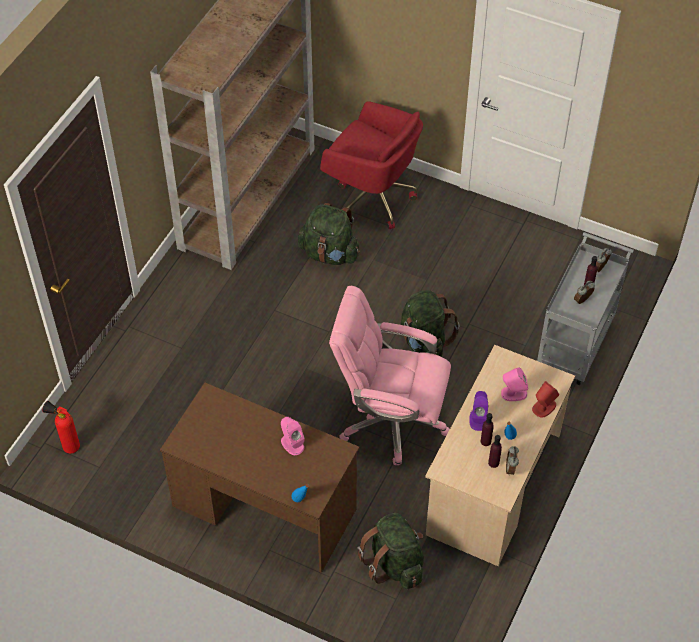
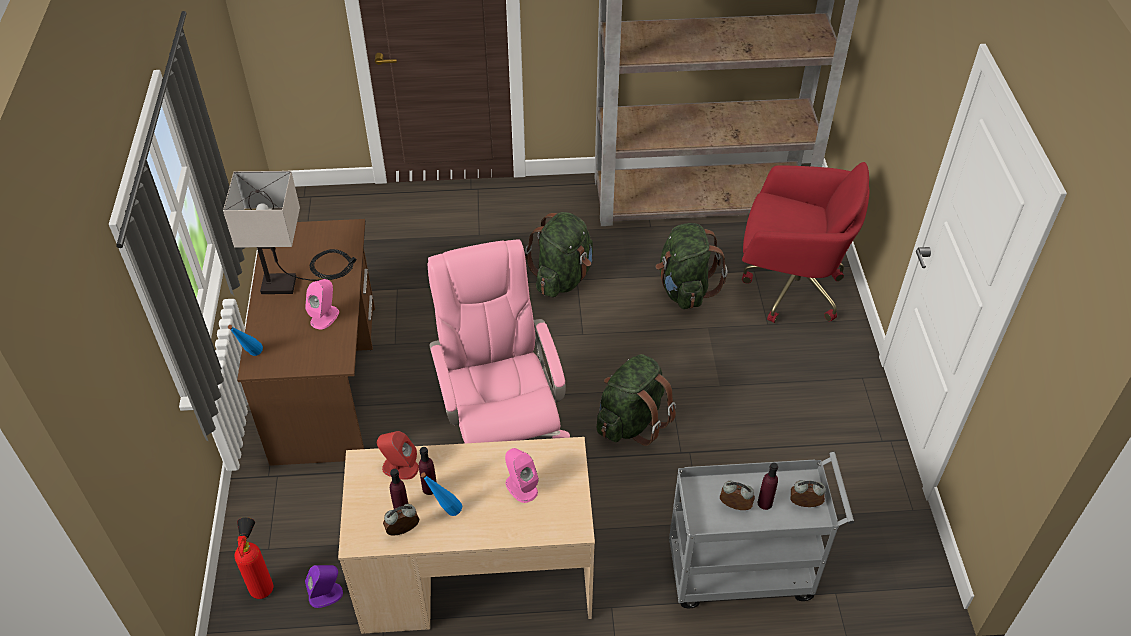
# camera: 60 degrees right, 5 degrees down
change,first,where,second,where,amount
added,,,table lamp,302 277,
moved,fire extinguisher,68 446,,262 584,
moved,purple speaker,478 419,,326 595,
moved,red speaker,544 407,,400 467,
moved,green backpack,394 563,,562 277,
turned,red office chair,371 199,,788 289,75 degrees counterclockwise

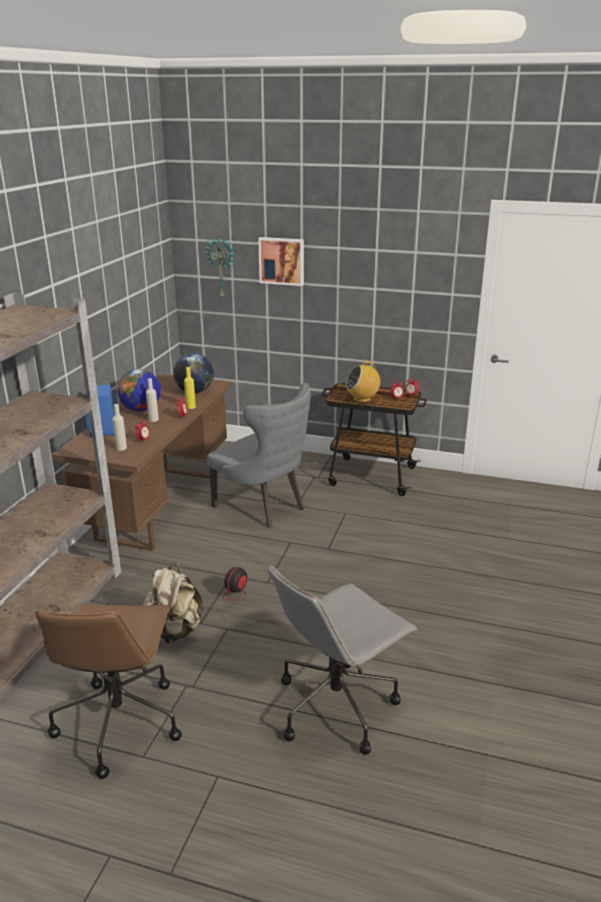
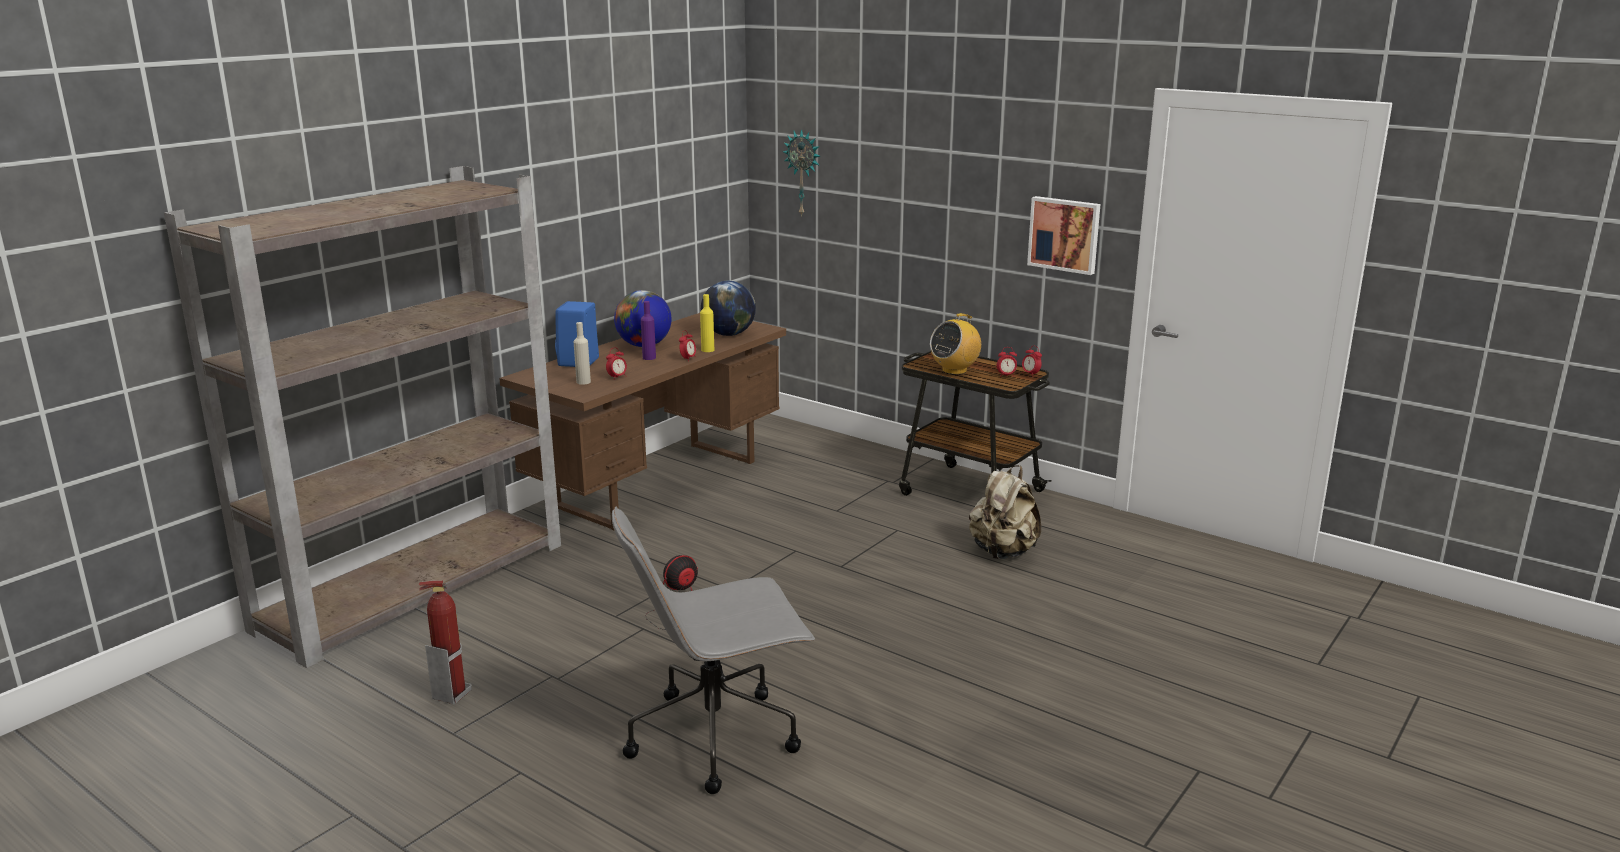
# camera: 20 degrees right, 5 degrees down
change,first,where,second,where,amount
replaced,brown office chair,119 721,fire extinguisher,451 694,
recoloured,beige bottle,153 419,purple bottle,649 358,
turned,radio,362 399,,954 370,45 degrees counterclockwise
moved,beige backpack,174 631,,1003 552,
moved,picture,282 261,,1064 234,
removed,grey chair,263 507,,,

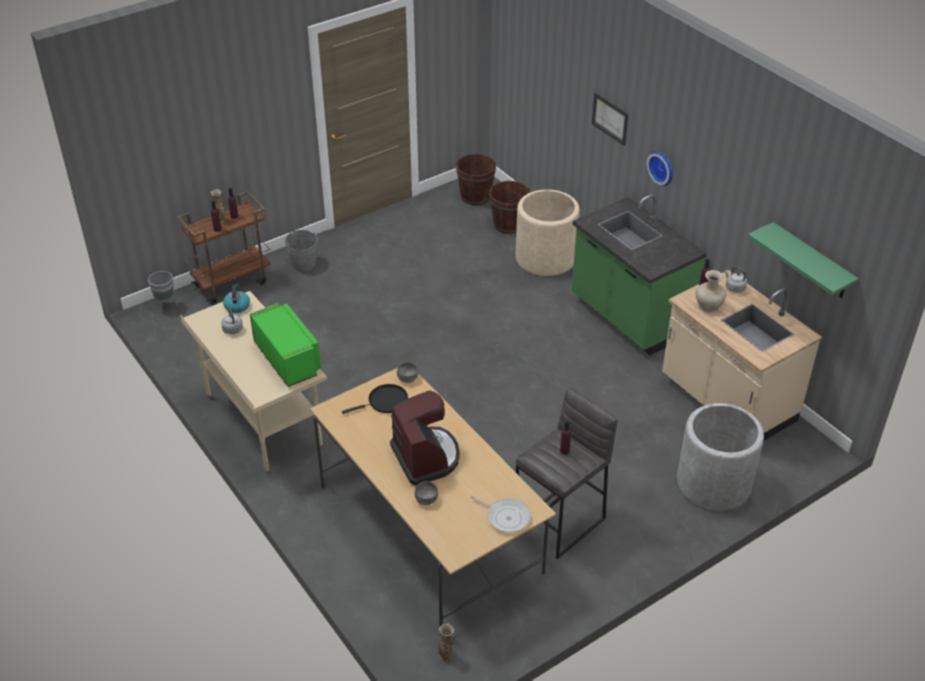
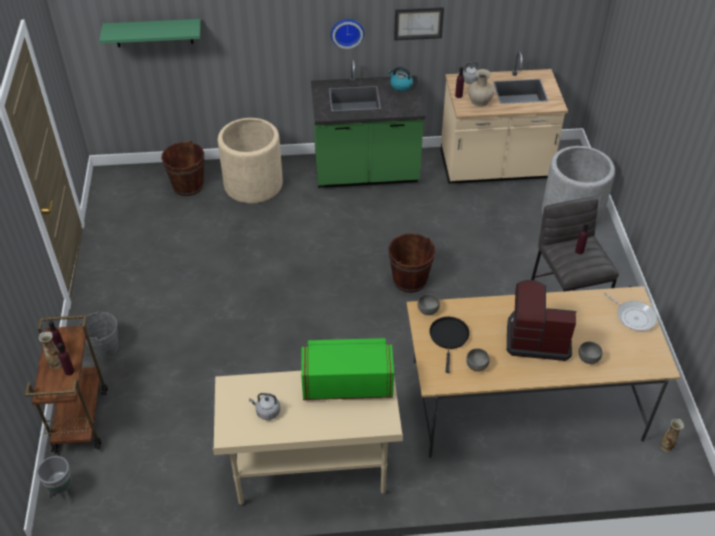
# camera: 60 degrees left, 5 degrees up
change,first,where,second,where,amount
moved,green shelf,811 262,,153 33,
moved,kettle,237 306,,400 86,
moved,brown bucket,475 197,,409 280,
moved,picture,610 118,,418 23,
added,,,grey bowl,477 365,
turned,frying pan,506 517,,633 316,75 degrees clockwise

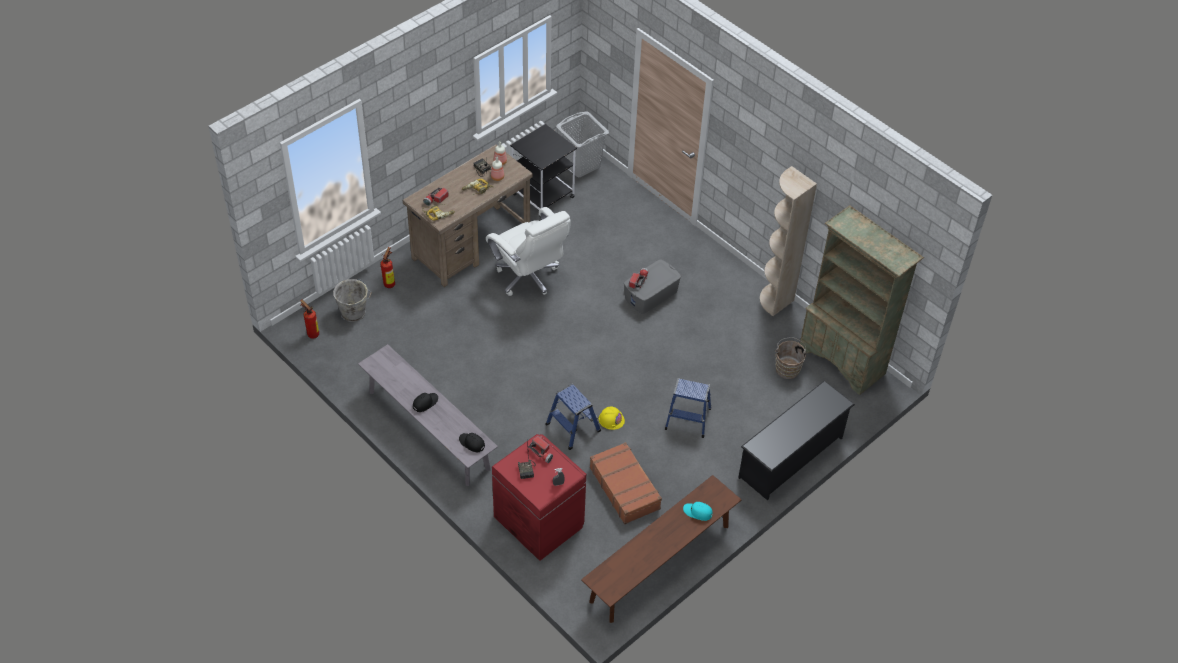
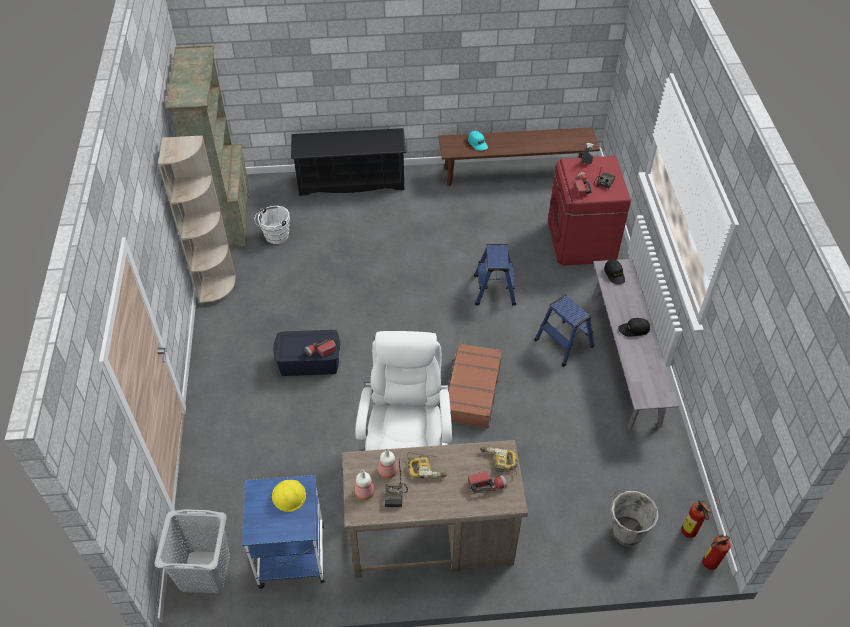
# camera: 140 degrees left, 0 degrees up
change,first,where,second,where,amount
recoloured,black cart,544 195,blue cart,290 555,
recoloured,brown bucket,787 368,white bucket,275 236,
moved,yellow hard hat,611 419,,288 495,
recoloured,grey storage box,651 295,blue storage box,309 361,
moved,brown suitcase,625 488,,472 391,
moved,blue step ladder,687 418,,564 343,
moved,fire extinguisher,390 283,,707 564,

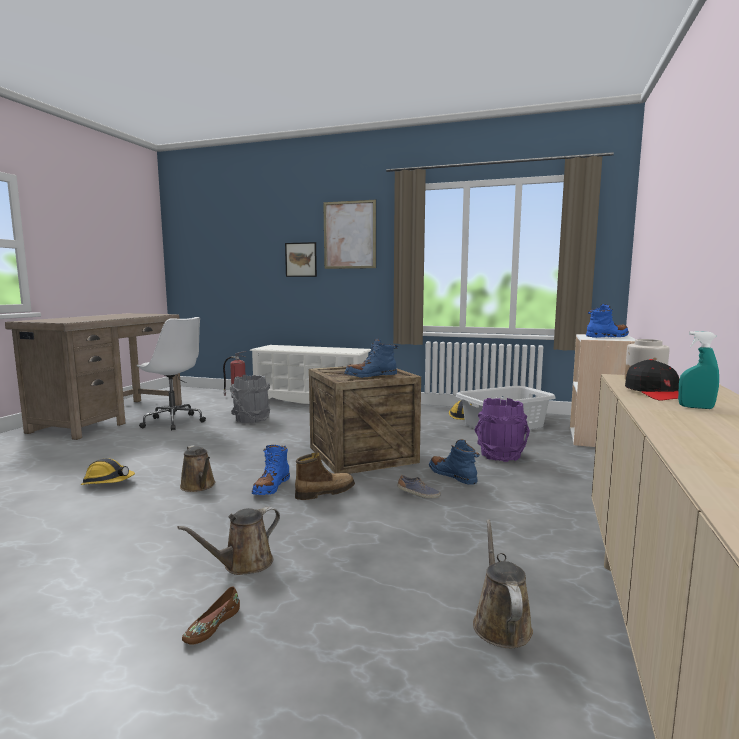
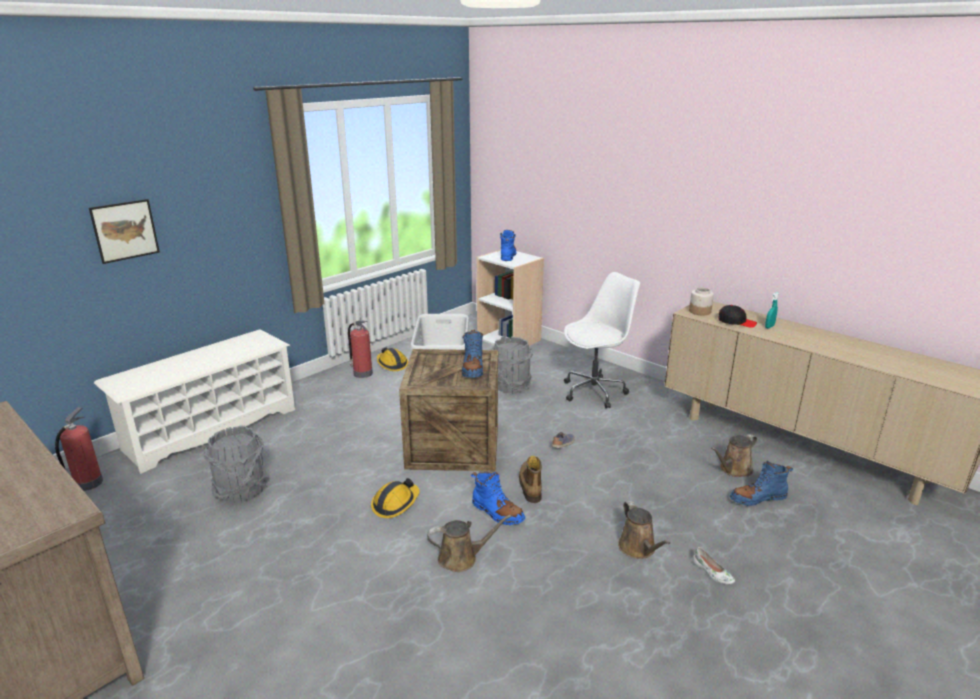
# camera: 65 degrees left, 15 degrees up
change,first,where,second,where,amount
added,,,fire extinguisher,362 373,
moved,hard hat,108 482,,395 504,
recoloured,purple bucket,501 455,grey bucket,511 386,
moved,white office chair,174 422,,595 392,
recoloured,brown shoe,211 625,white shoe,712 572,
turned,brown watering can,500 623,,733 470,60 degrees counterclockwise
moved,blue boot,452 476,,757 498,
removed,picture,349 235,,,

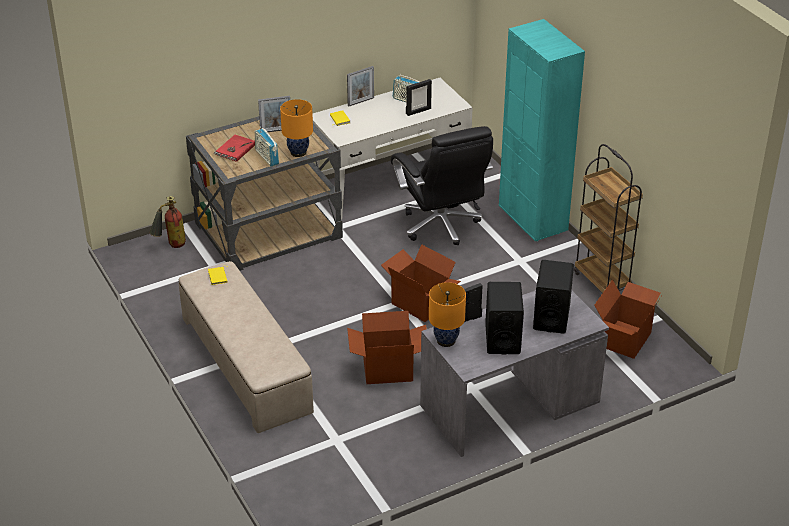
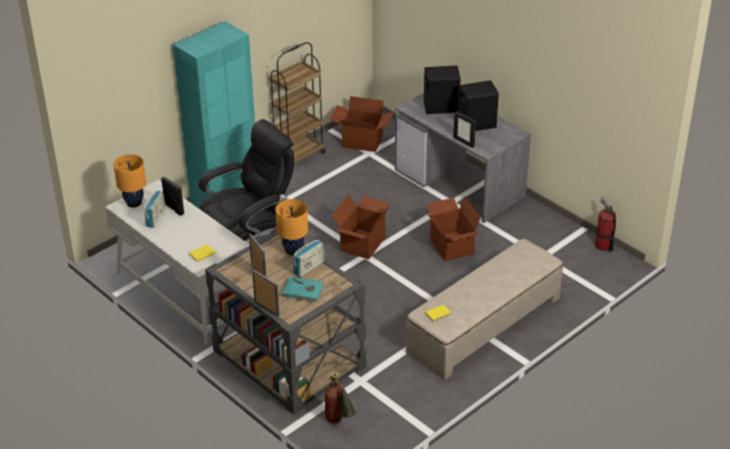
# camera: 105 degrees left, 0 degrees up
change,first,where,second,where,amount
moved,orange table lamp,446 341,,134 202,
moved,picture frame,361 102,,267 308,
recoloured,red book,235 149,turquoise book,303 291,
added,,,fire extinguisher,603 246,

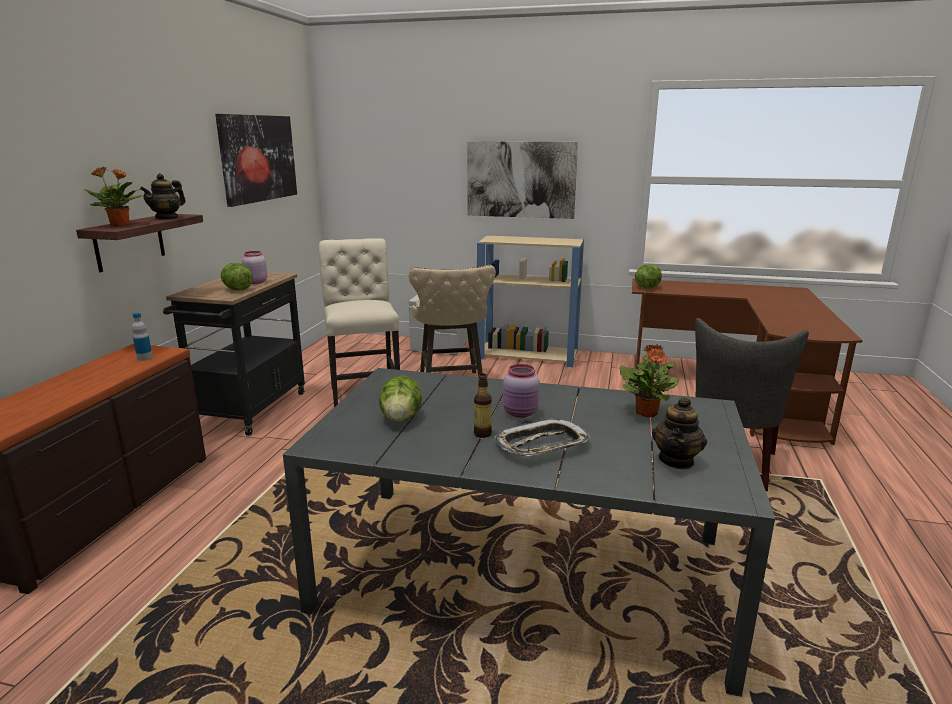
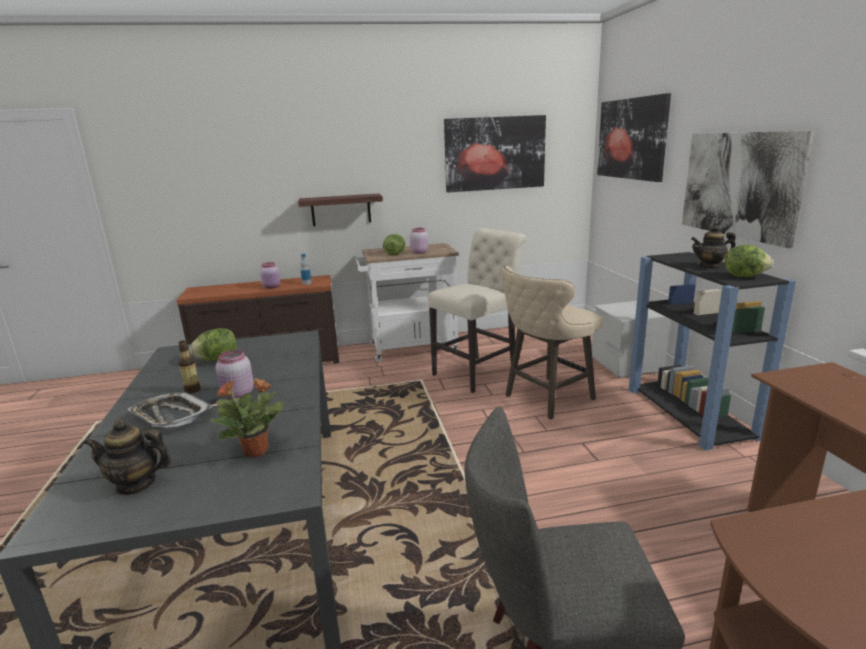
# camera: 65 degrees right, 0 degrees up
change,first,where,second,where,amount
added,,,pink jar,272 287,
recoloured,black cart,249 411,white cart,410 349,
added,,,picture,631 139,
recoloured,beige bookcase,528 355,black bookcase,690 413,
moved,teapot,167 218,,710 266,
moved,lettuce,647 287,,744 276,
removed,potted plant,120 225,,,

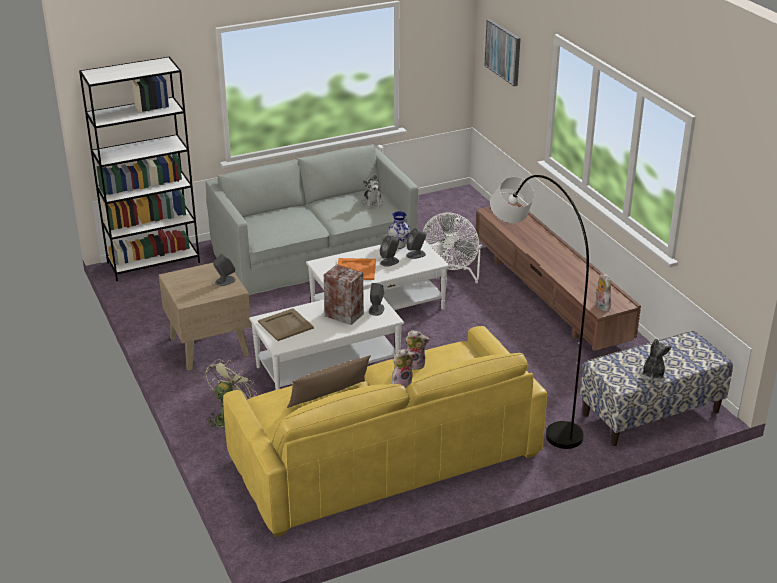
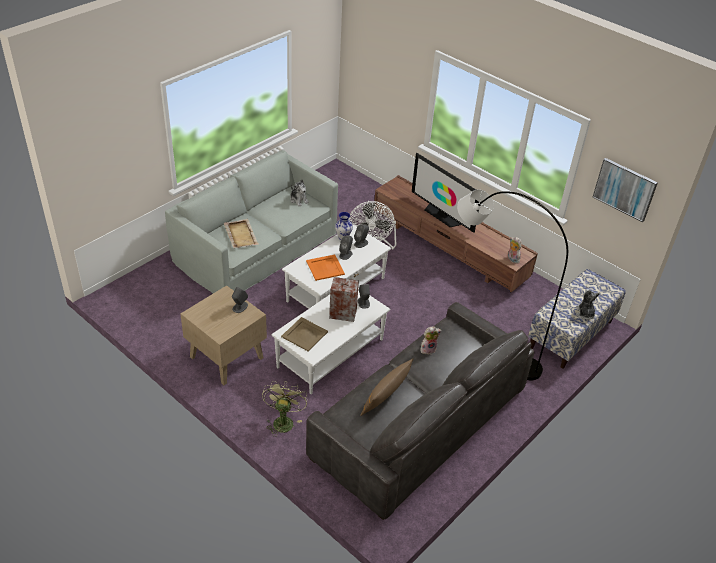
# camera: 25 degrees left, 10 degrees up
change,first,where,second,where,amount
added,,,beige tray,240 234,
recoloured,yellow sofa,385 458,grey sofa,419 424,
added,,,television,442 215,
moved,picture,503 52,,624 189,
removed,white bookcase,154 262,,,
removed,plush toy,402 383,,,

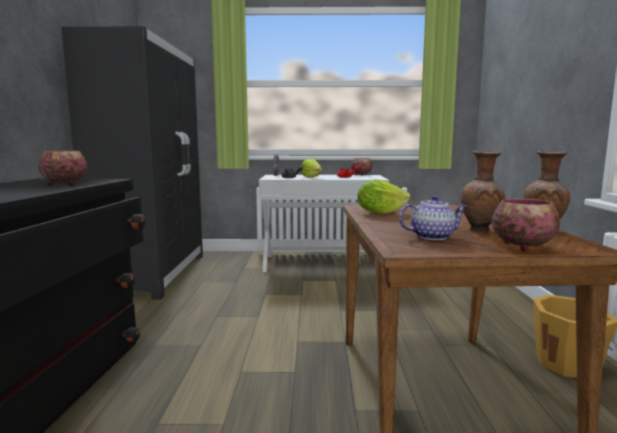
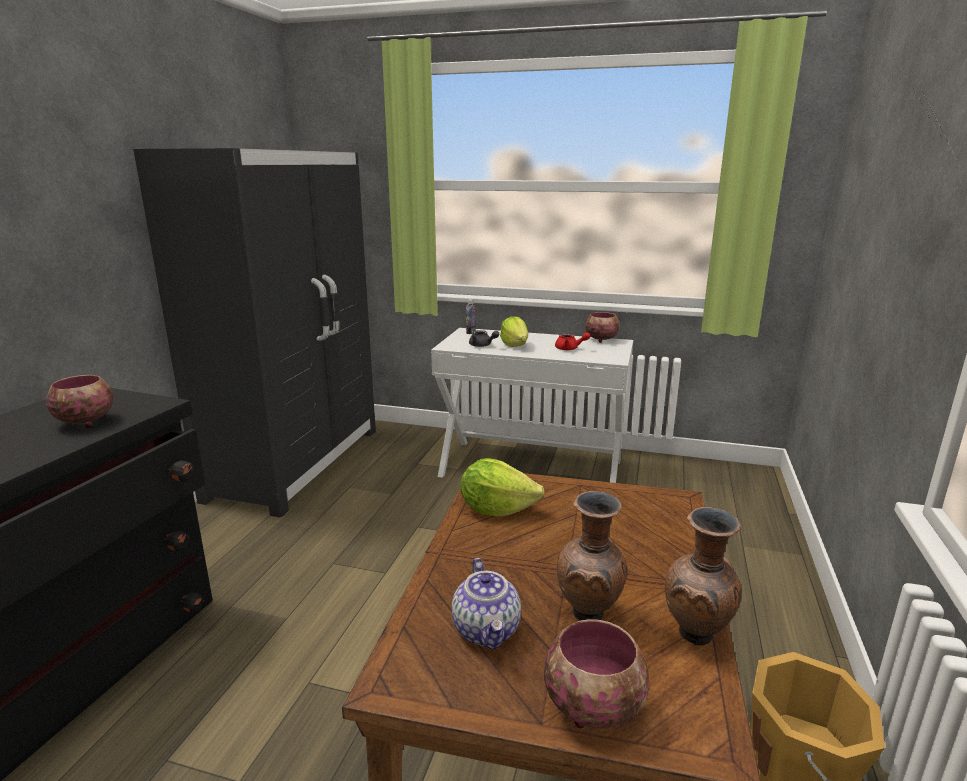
# camera: 15 degrees right, 10 degrees up
change,first,where,second,where,amount
turned,teapot,432 236,,487 630,75 degrees clockwise

